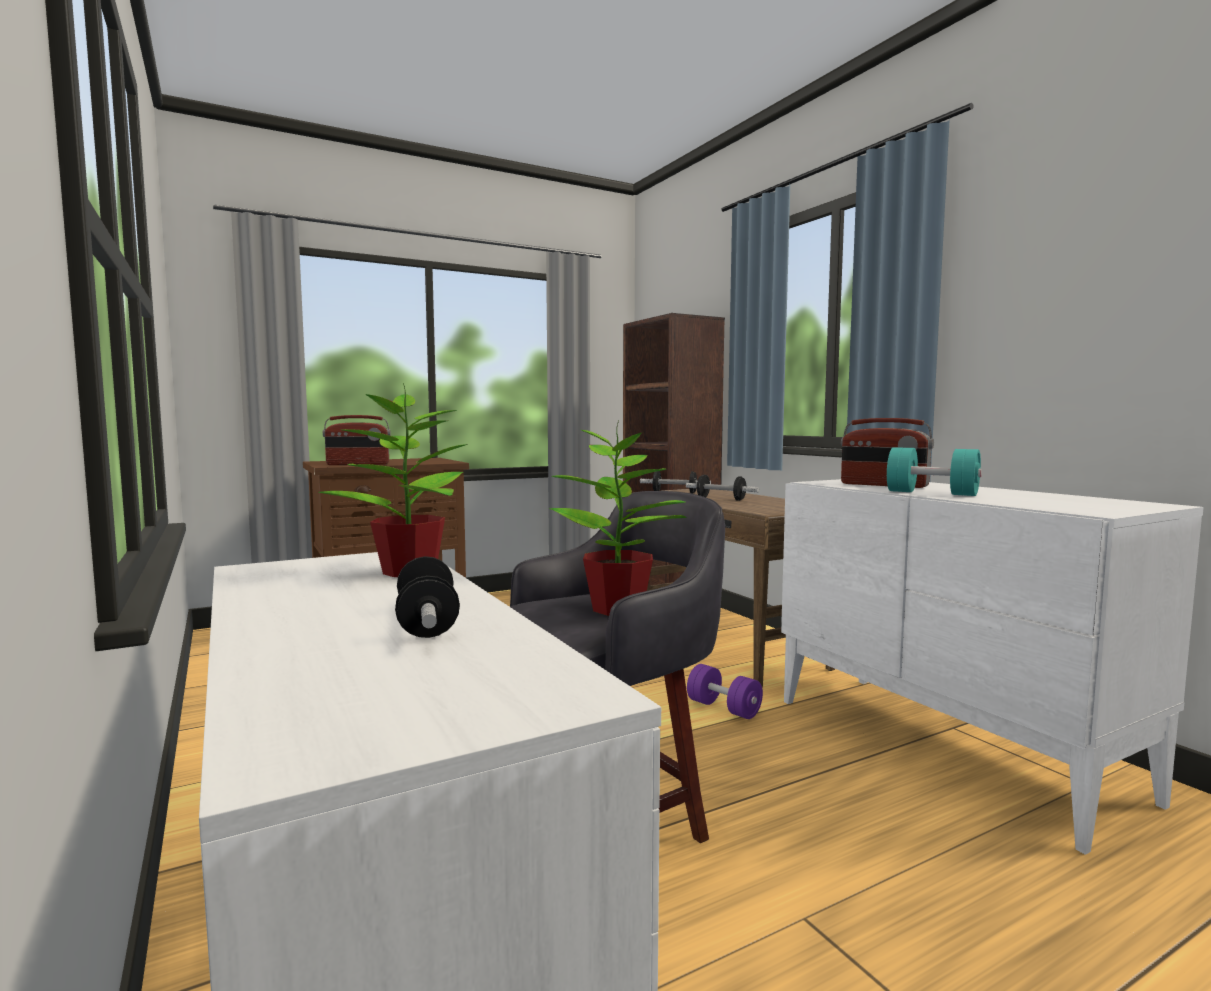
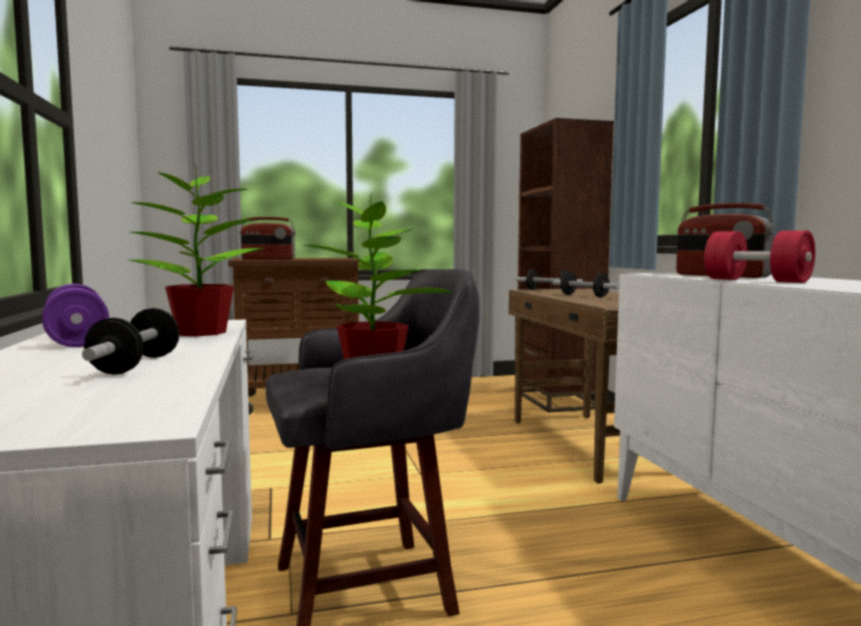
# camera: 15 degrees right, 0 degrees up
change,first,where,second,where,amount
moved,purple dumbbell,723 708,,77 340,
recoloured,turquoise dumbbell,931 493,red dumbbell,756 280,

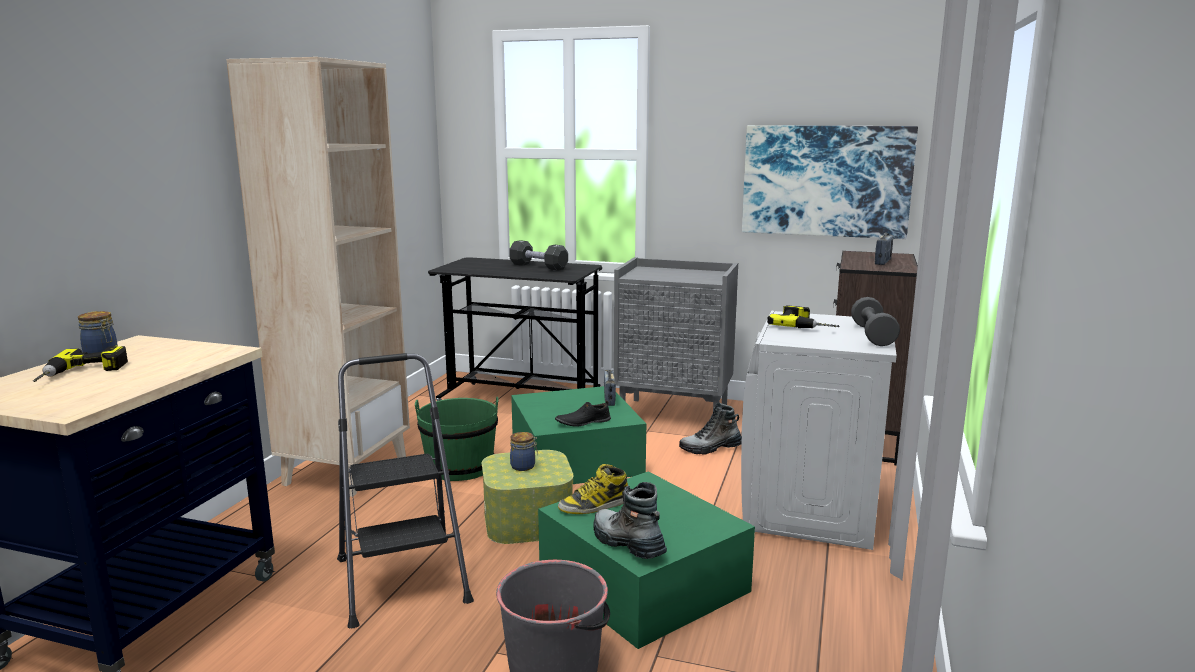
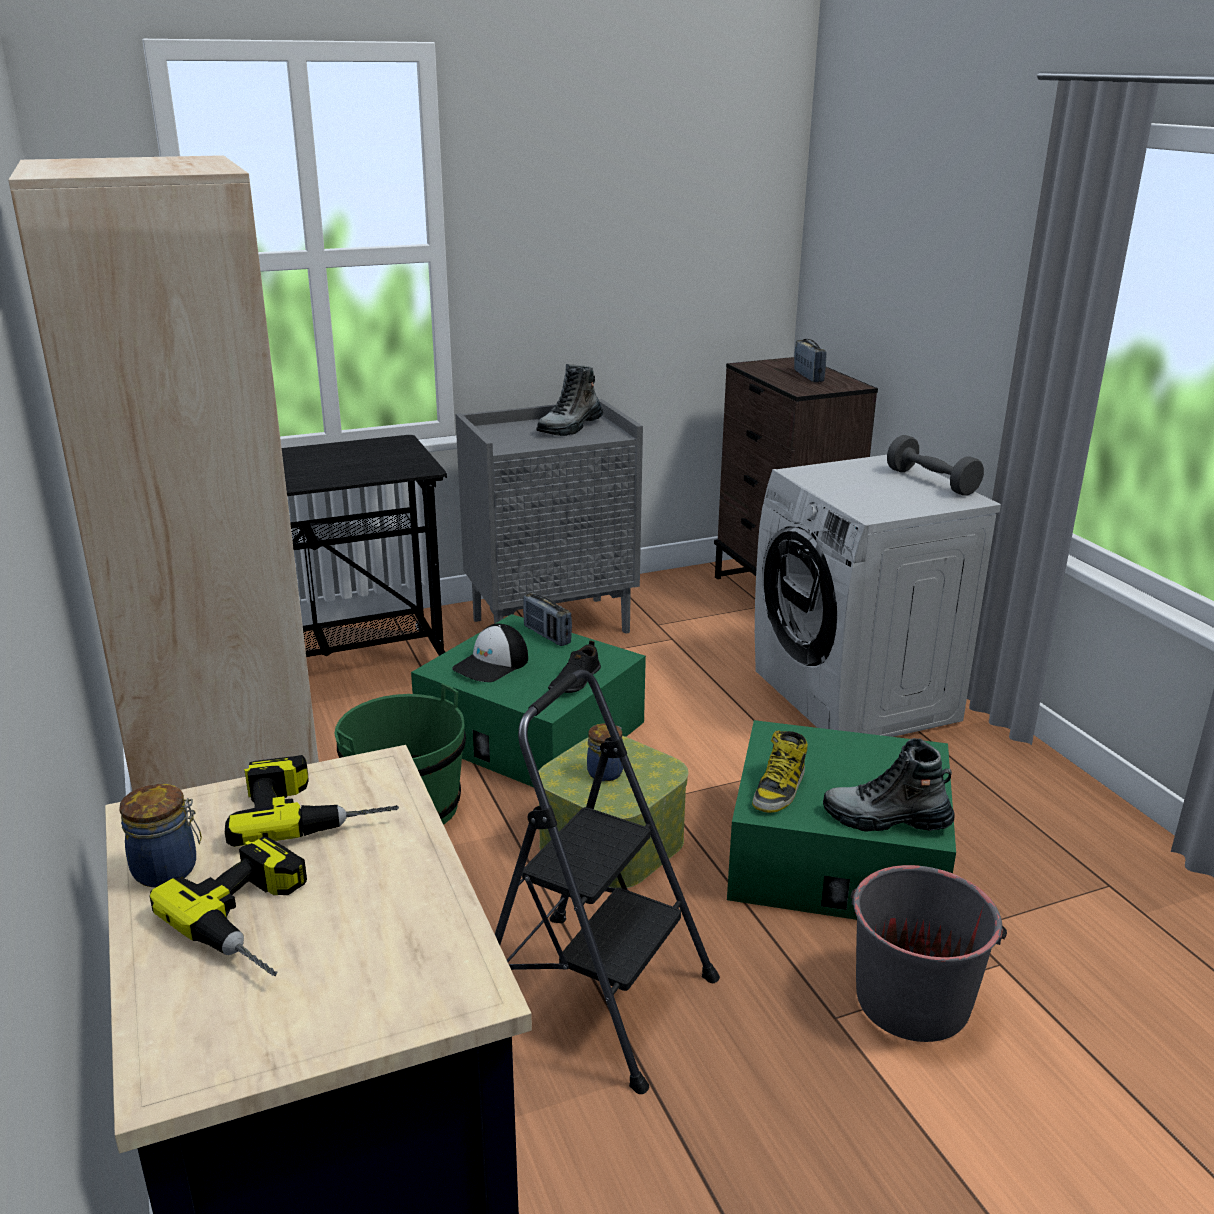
# camera: 40 degrees left, 10 degrees up
change,first,where,second,where,amount
moved,power drill,806 325,,314 808,
added,,,cap,492 664,
moved,boot,711 448,,570 427,
removed,black dumbbell,538 266,,,
removed,picture,826 181,,,

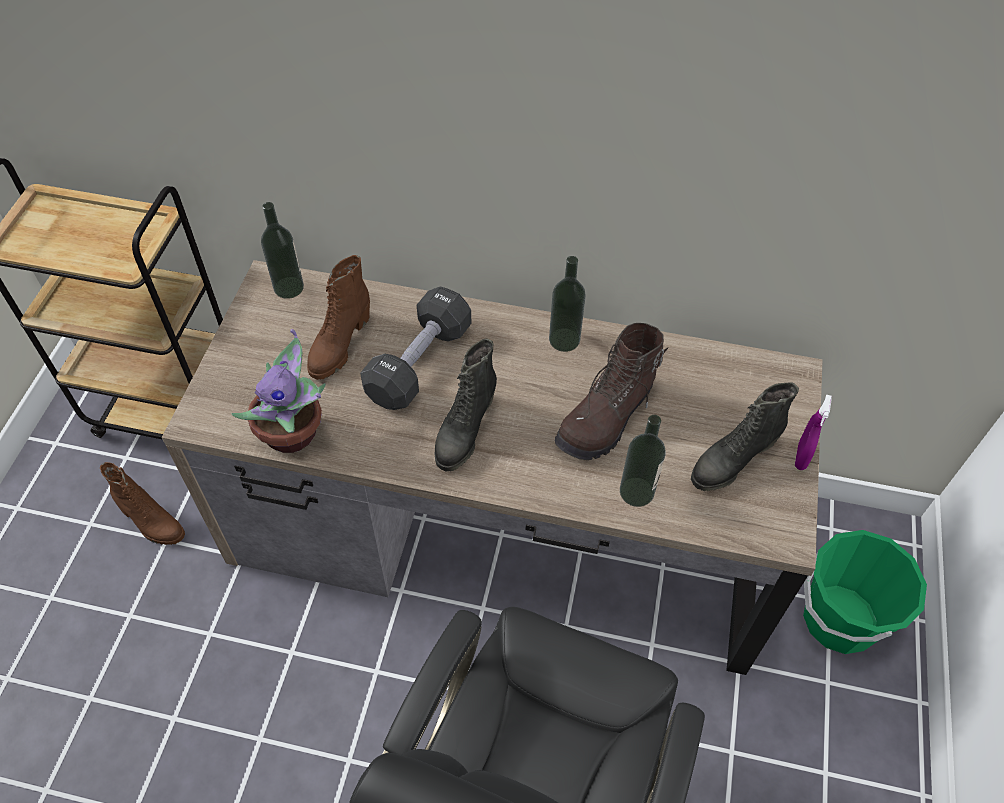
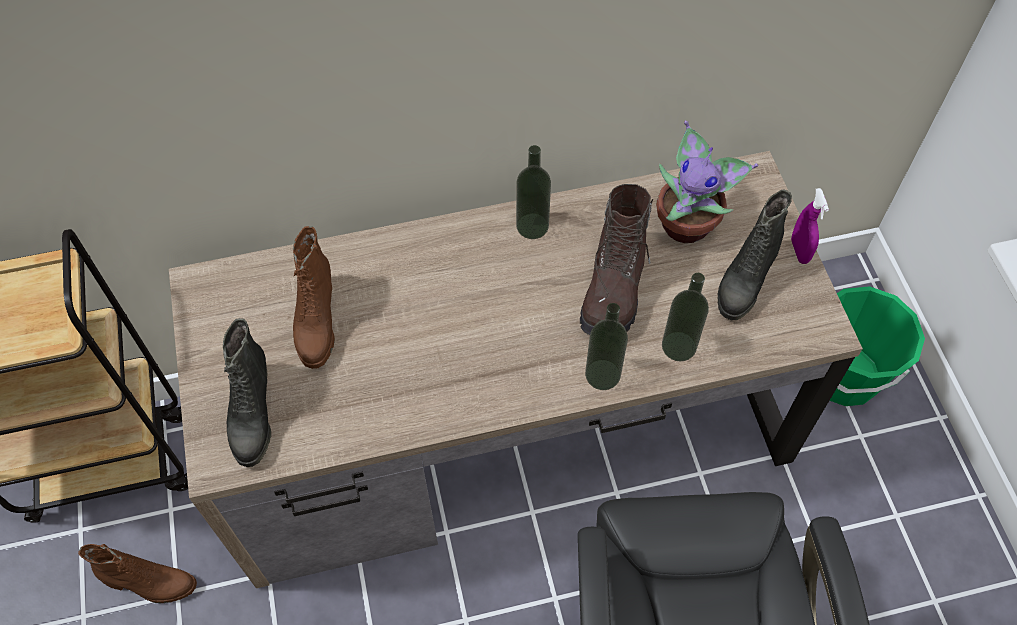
# camera: 25 degrees left, 5 degrees up
change,first,where,second,where,amount
moved,black boot,464 431,,252 415,
moved,bottle,289 287,,602 374,
moved,potted plant,294 434,,688 224,
removed,black dumbbell,419 363,,,

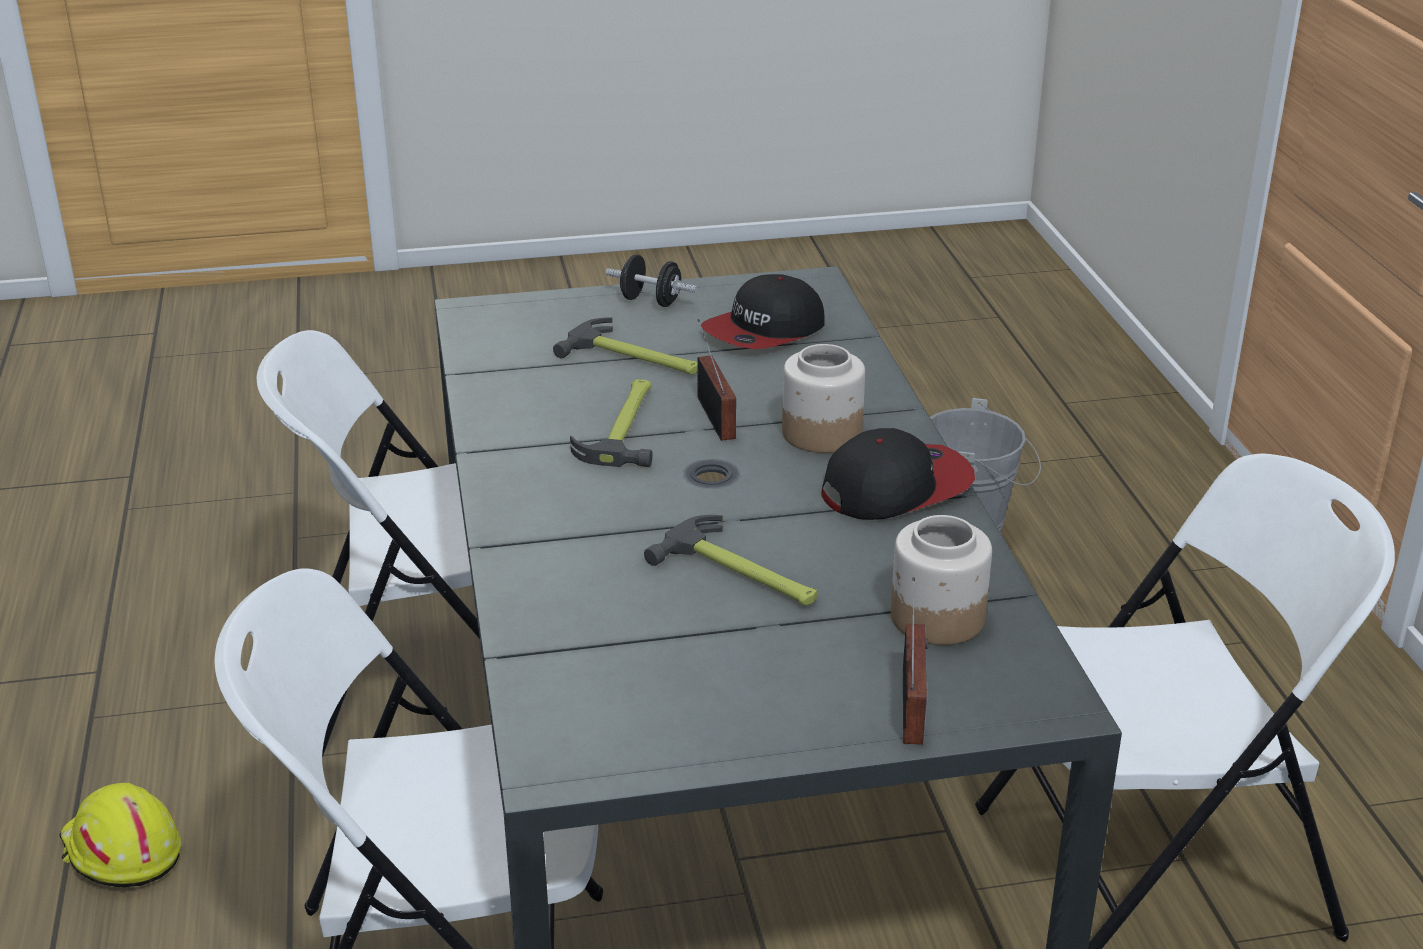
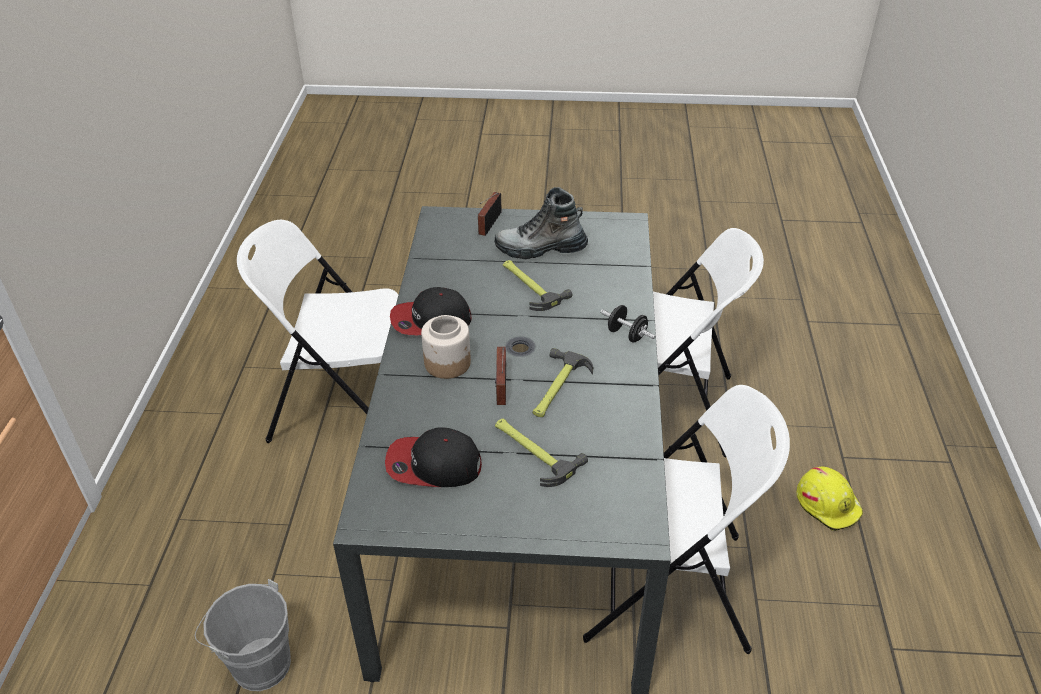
# camera: 165 degrees left, 10 degrees up
change,first,where,second,where,amount
turned,cap,764 331,,433 465,150 degrees counterclockwise
added,,,boot,540 249,
moved,black dumbbell,651 301,,626 334,
removed,jar,937 618,,,

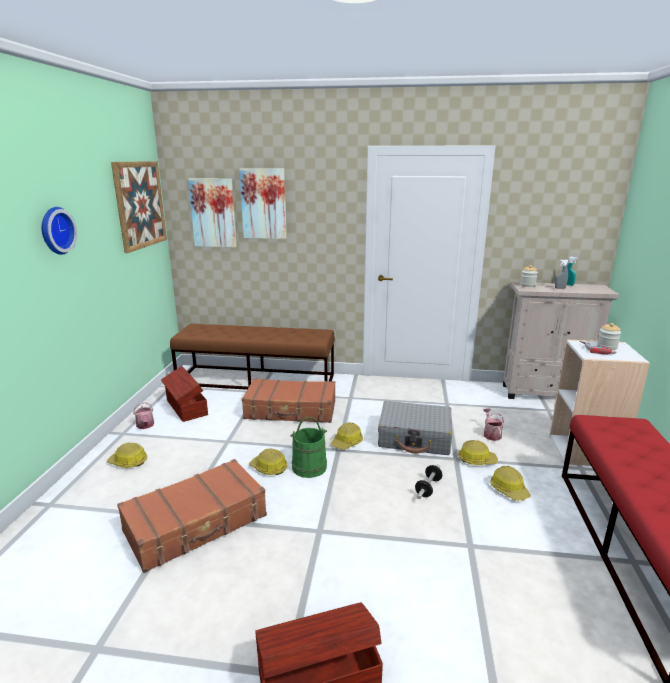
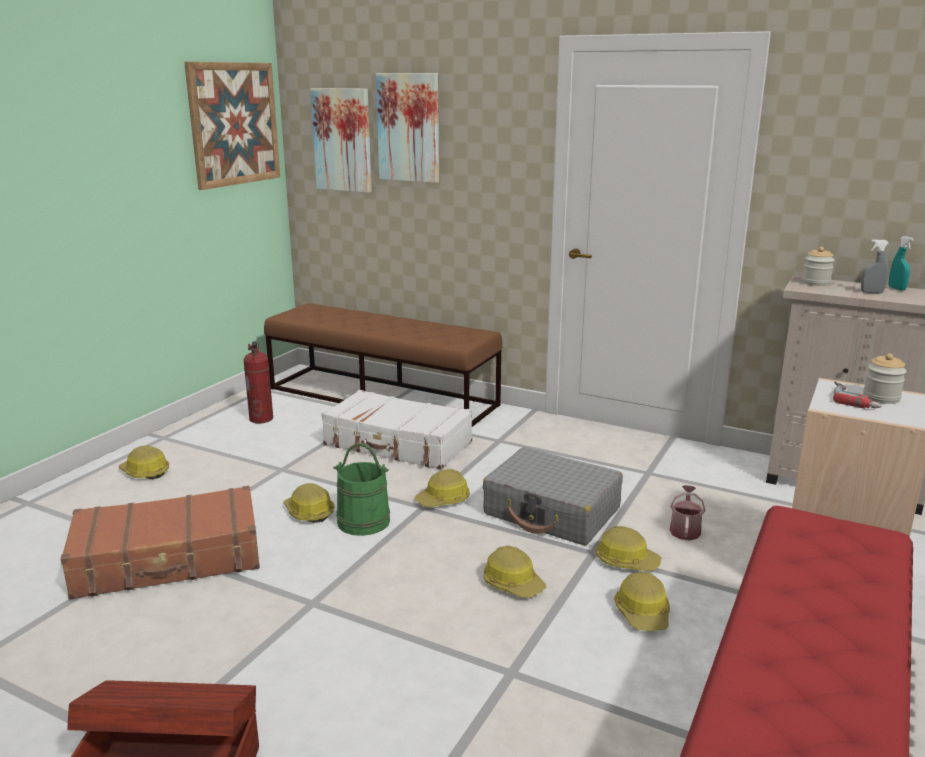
# camera: 20 degrees right, 0 degrees up
change,first,where,second,where,amount
replaced,brown storage box,186 408,fire extinguisher,262 419,
recoloured,brown suitcase,291 410,white suitcase,398 444,
replaced,dumbbell,428 488,hard hat,513 583,
removed,wall clock,55 230,,,
removed,watering can,145 426,,,

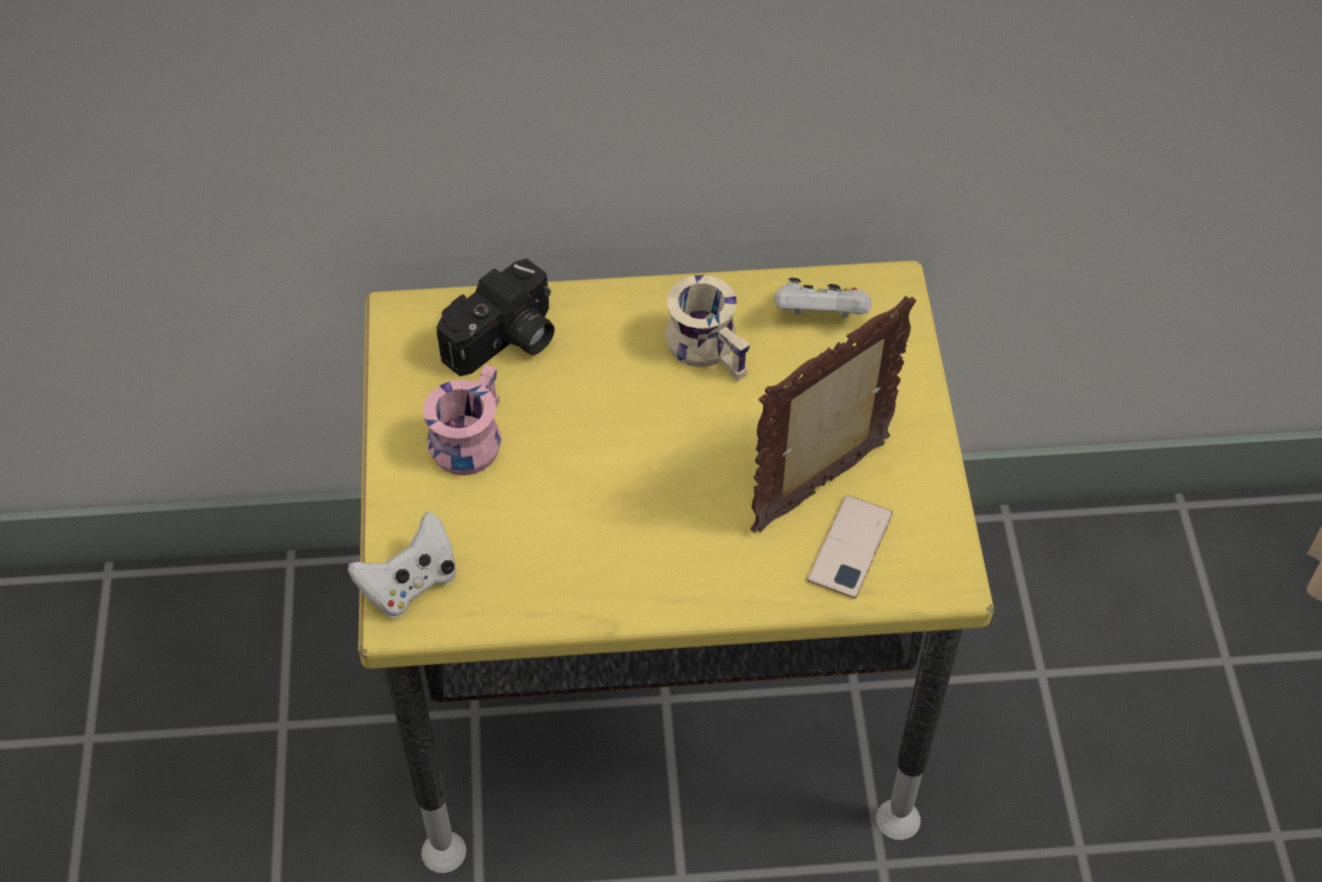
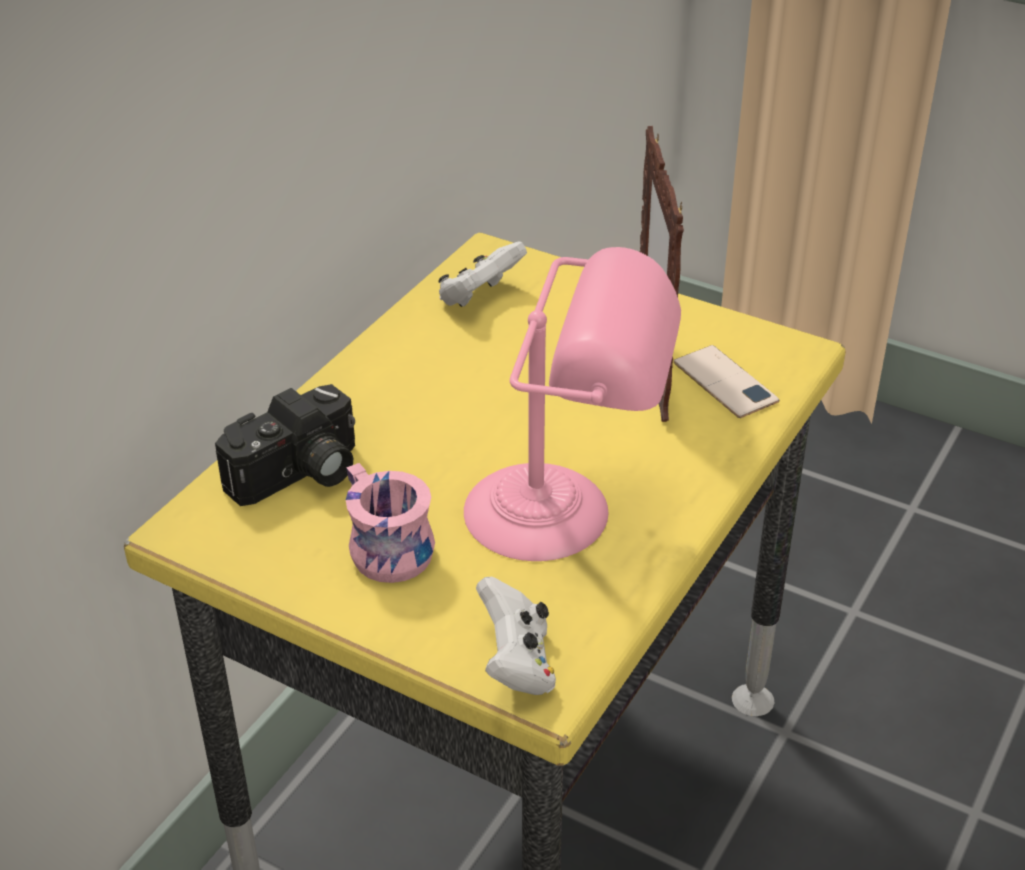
# camera: 55 degrees left, 15 degrees down
change,first,where,second,where,amount
turned,photo camera,505 342,,299 476,60 degrees clockwise
added,,,pink table lamp,568 512,
removed,beige mug,712 346,,,

